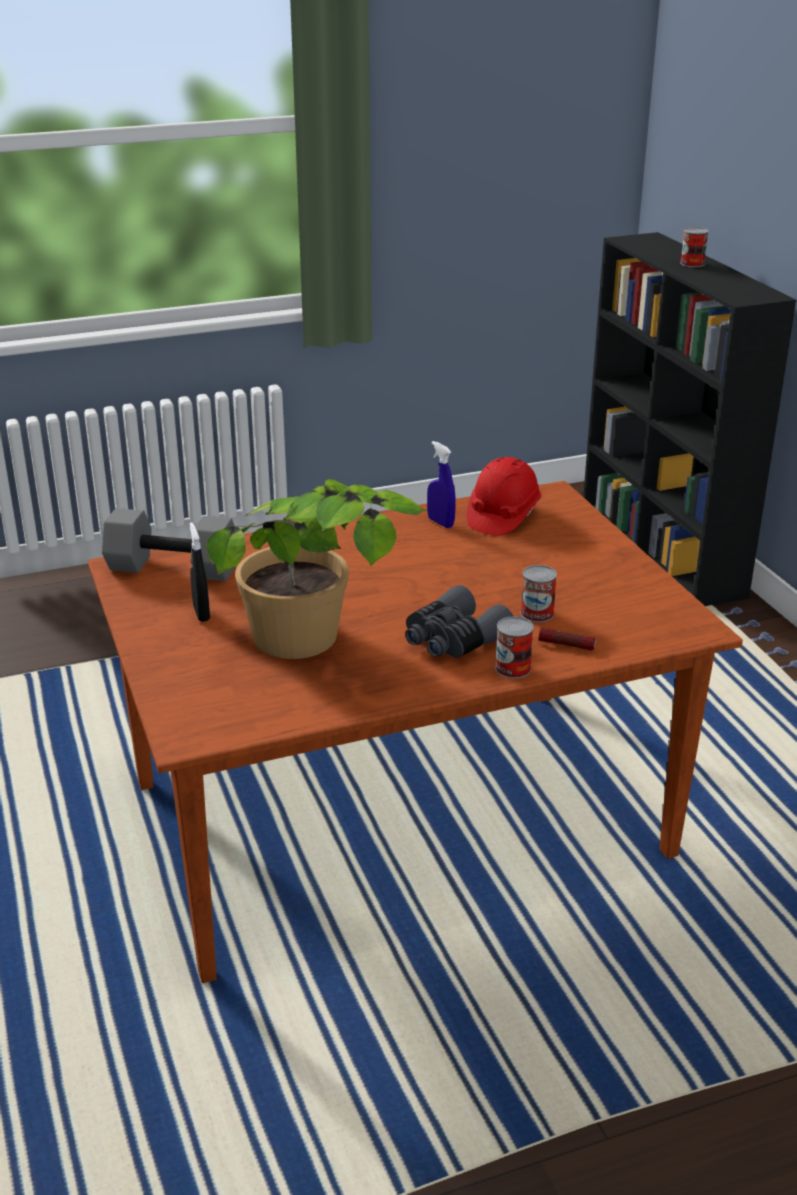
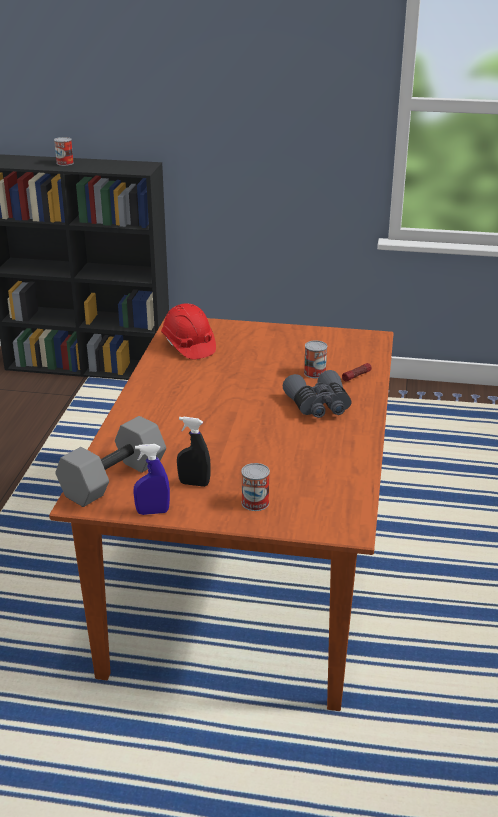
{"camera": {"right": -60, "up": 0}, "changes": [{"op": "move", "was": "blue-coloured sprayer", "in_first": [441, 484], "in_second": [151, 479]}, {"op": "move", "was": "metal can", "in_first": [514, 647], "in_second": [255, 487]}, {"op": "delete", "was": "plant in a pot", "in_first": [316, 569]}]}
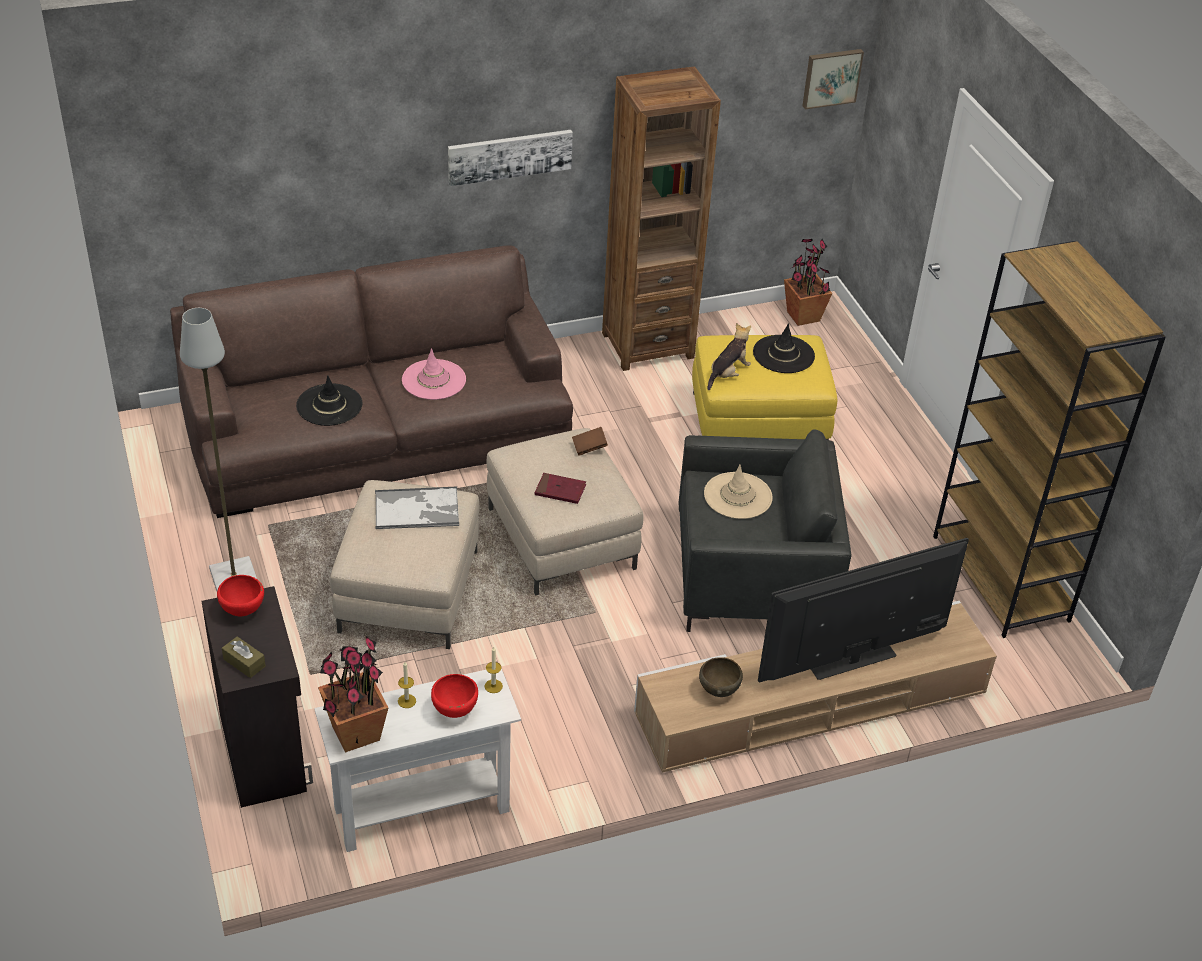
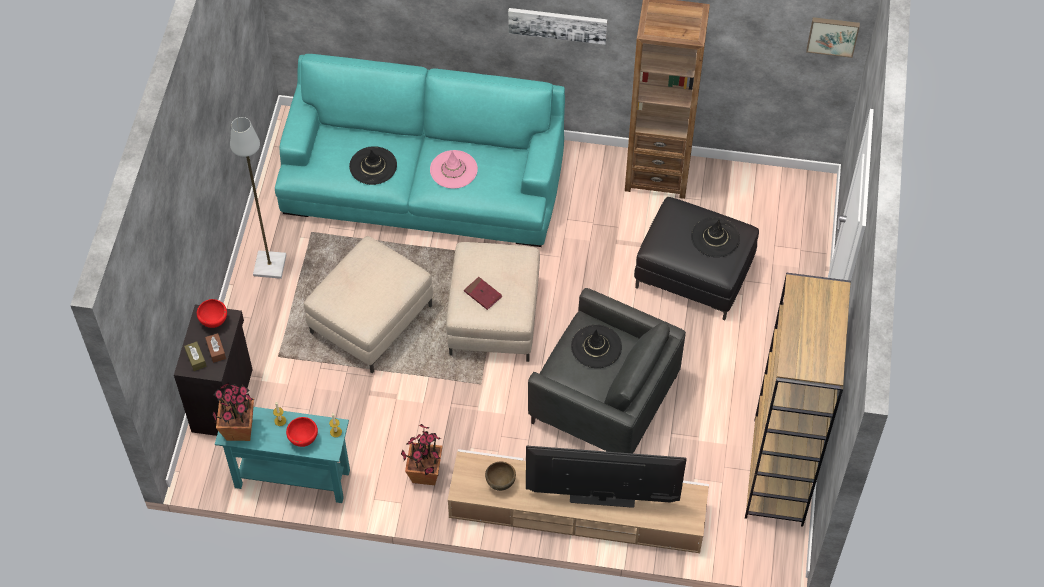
{"camera": {"right": 30, "up": 15}, "changes": [{"op": "insert", "now": "brown-coloured tissue box", "in_second": [215, 348]}, {"op": "recolor", "was": "whitish console table", "now": "turquoise console table", "in_first": [417, 760], "in_second": [282, 455]}, {"op": "recolor", "was": "brown-coloured sofa", "now": "turquoise sofa", "in_first": [371, 381], "in_second": [420, 150]}, {"op": "move", "was": "plant in a pot", "in_first": [808, 282], "in_second": [422, 454]}, {"op": "recolor", "was": "beige clothing hat", "now": "black-coloured clothing hat", "in_first": [738, 492], "in_second": [596, 346]}, {"op": "recolor", "was": "yellow-coloured pouffe", "now": "black-coloured pouffe", "in_first": [764, 387], "in_second": [696, 258]}, {"op": "delete", "was": "tray", "in_first": [417, 507]}, {"op": "delete", "was": "brown-coloured book", "in_first": [590, 441]}, {"op": "delete", "was": "plush toy", "in_first": [729, 356]}]}
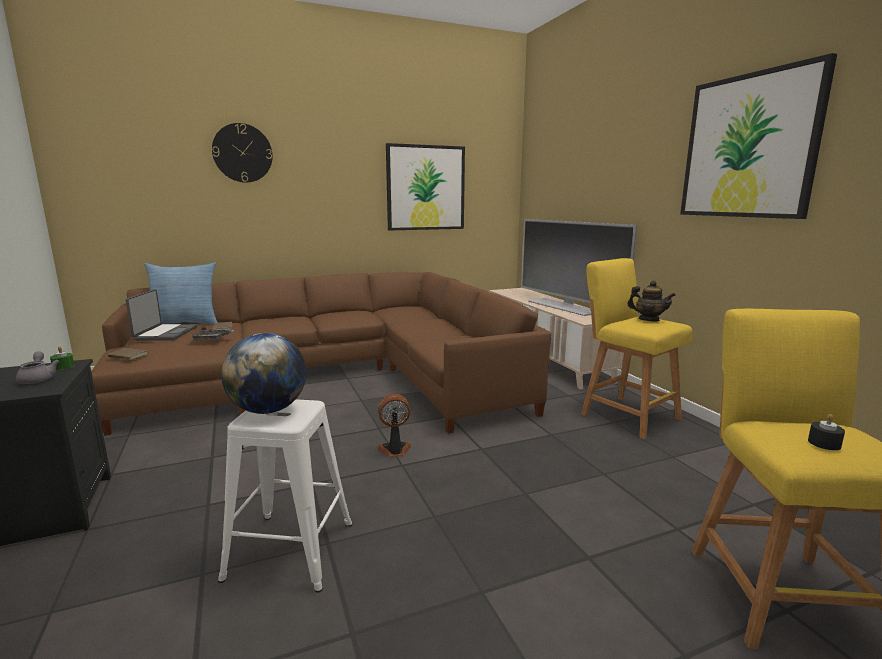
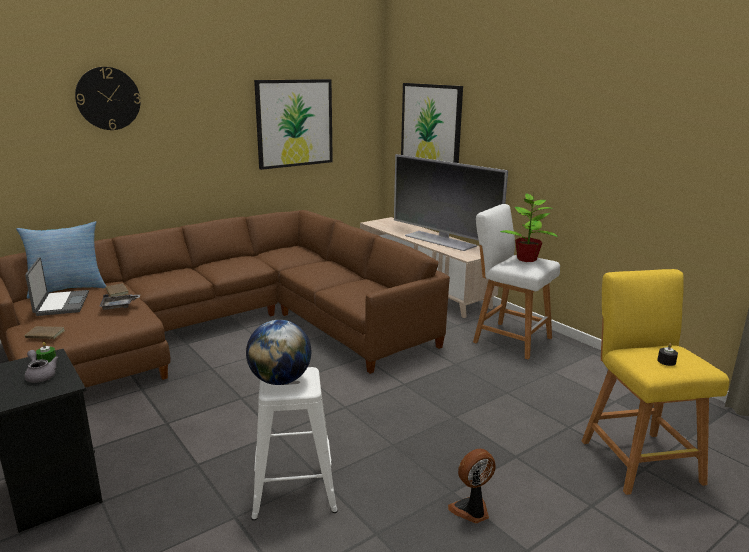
{"camera": {"right": -15, "up": 5}, "changes": [{"op": "move", "was": "wall picture", "in_first": [758, 136], "in_second": [432, 123]}, {"op": "move", "was": "fan", "in_first": [394, 425], "in_second": [471, 486]}, {"op": "recolor", "was": "yellow-coloured stool seat", "now": "whitish stool seat", "in_first": [637, 348], "in_second": [516, 282]}, {"op": "replace", "was": "tea pot", "now": "plant in a pot", "in_first": [651, 300], "in_second": [529, 227]}]}
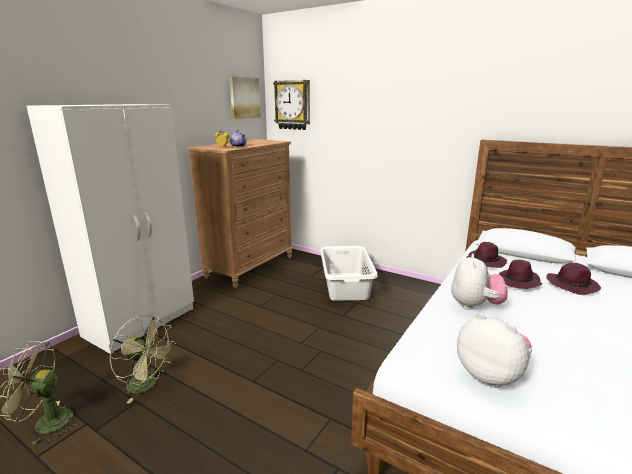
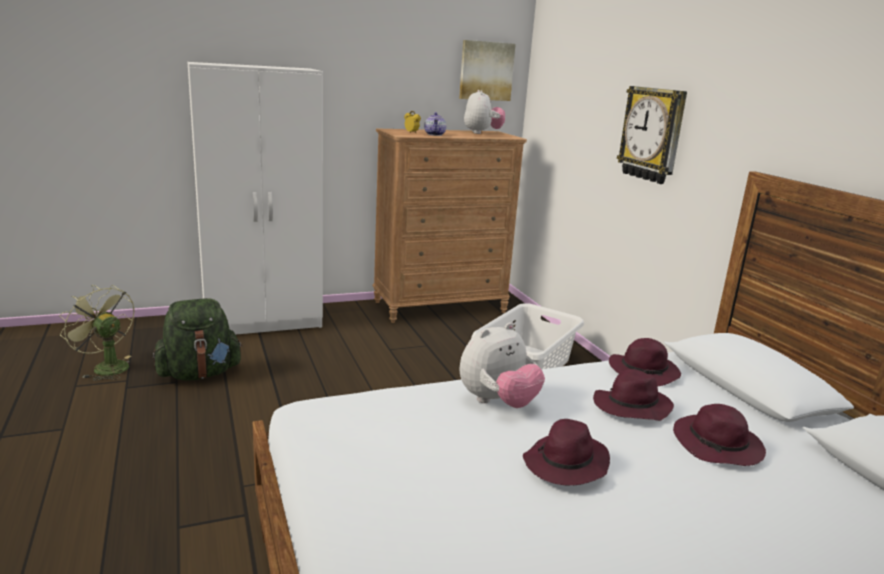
{"camera": {"right": 35, "up": 0}, "changes": [{"op": "replace", "was": "green-coloured fan", "now": "green-coloured rucksack", "in_first": [142, 359], "in_second": [198, 339]}, {"op": "move", "was": "plush toy", "in_first": [494, 350], "in_second": [484, 112]}, {"op": "insert", "now": "purple-coloured clothing hat", "in_second": [566, 452]}, {"op": "move", "was": "hanging clock", "in_first": [291, 105], "in_second": [652, 135]}]}
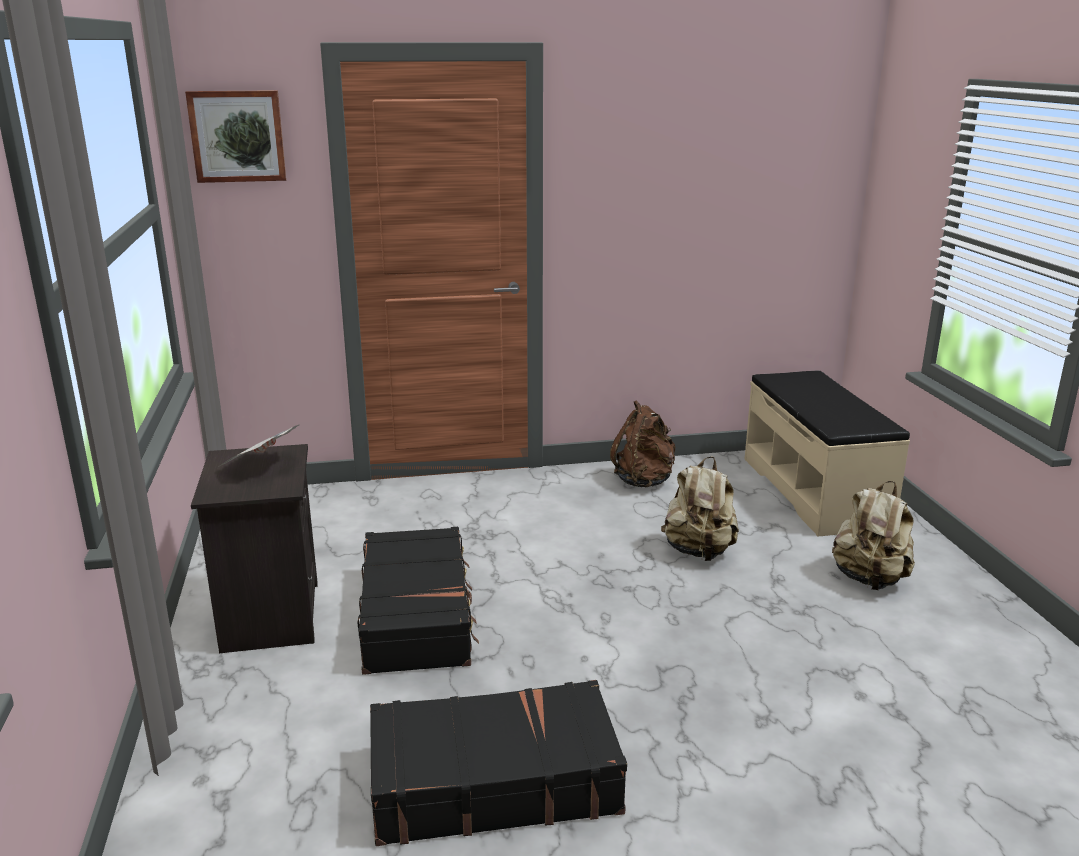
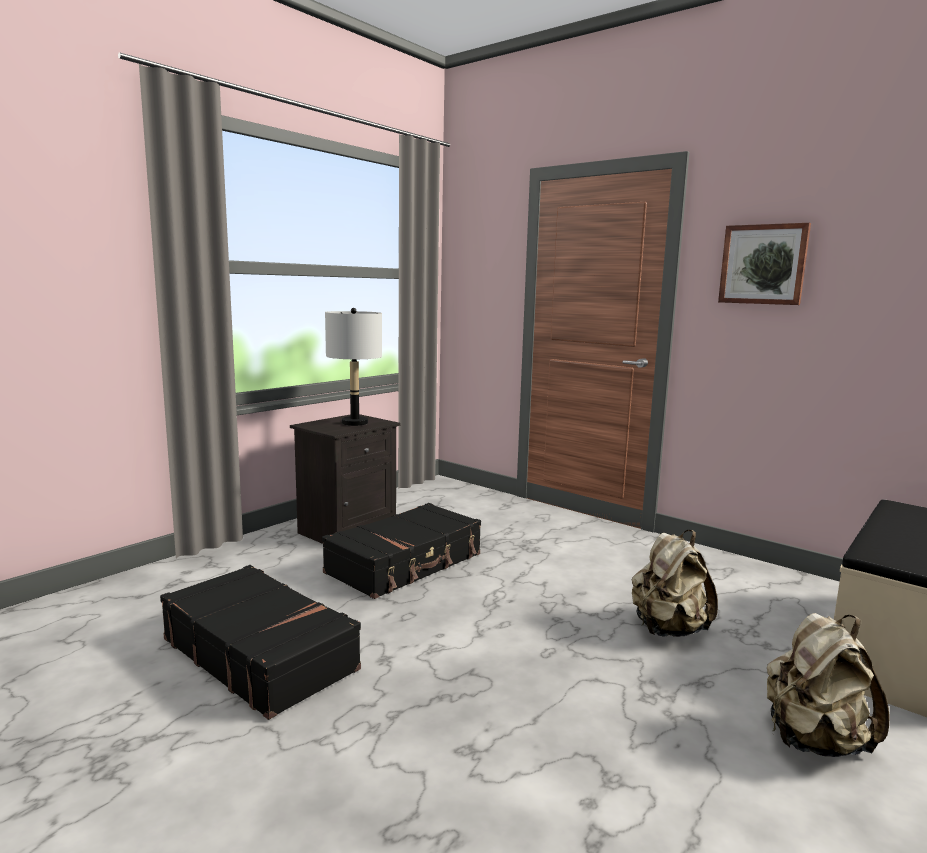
{"camera": {"right": 50, "up": -10}, "changes": [{"op": "replace", "was": "daily paper", "now": "grey lamp for a table", "in_first": [258, 446], "in_second": [353, 367]}, {"op": "move", "was": "wall picture", "in_first": [235, 136], "in_second": [764, 264]}, {"op": "delete", "was": "brown-coloured rucksack", "in_first": [642, 443]}]}
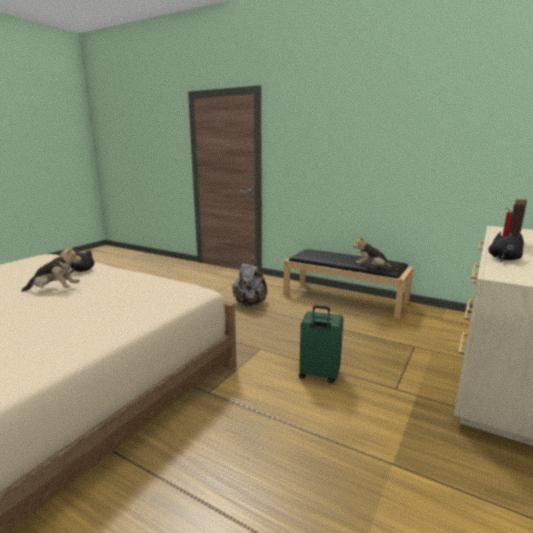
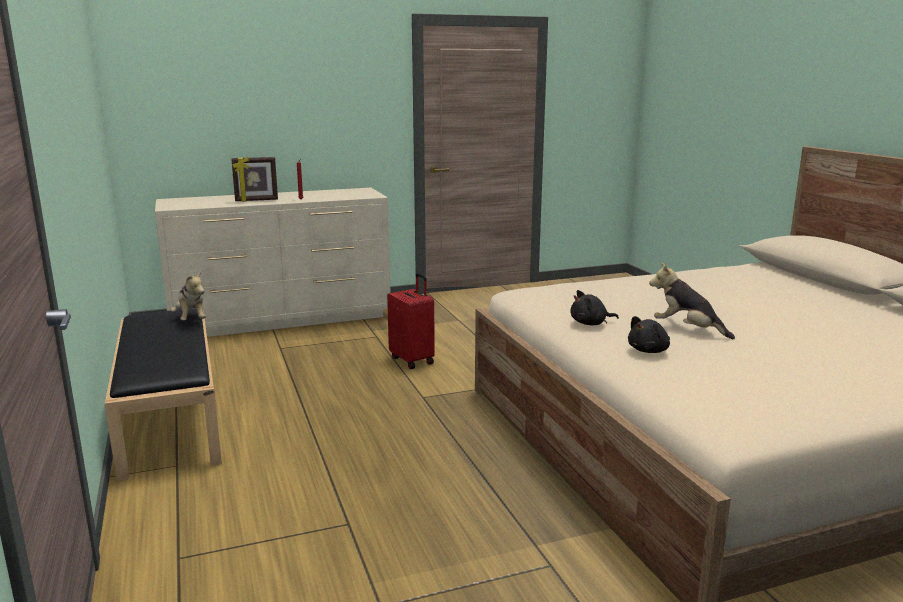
{"camera": {"right": -140, "up": 0}, "changes": [{"op": "recolor", "was": "green-coloured travel case", "now": "red travel case", "in_first": [321, 344], "in_second": [411, 321]}, {"op": "move", "was": "black-coloured plush toy", "in_first": [506, 247], "in_second": [594, 307]}, {"op": "delete", "was": "grey rucksack", "in_first": [249, 283]}]}
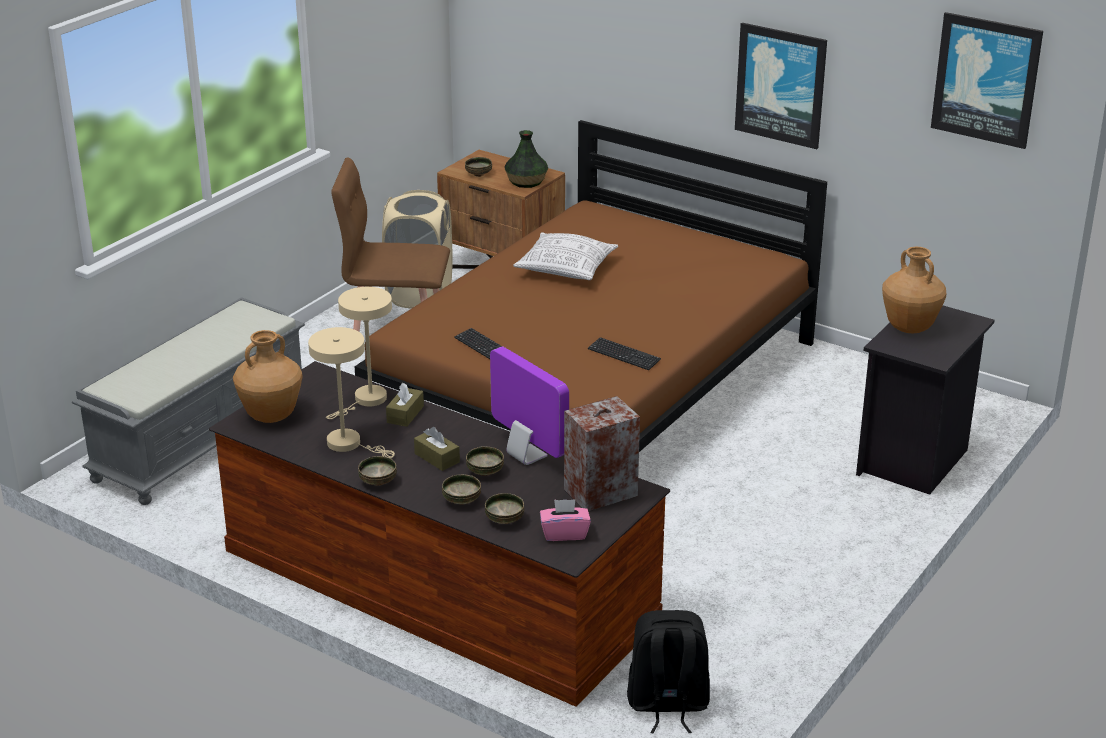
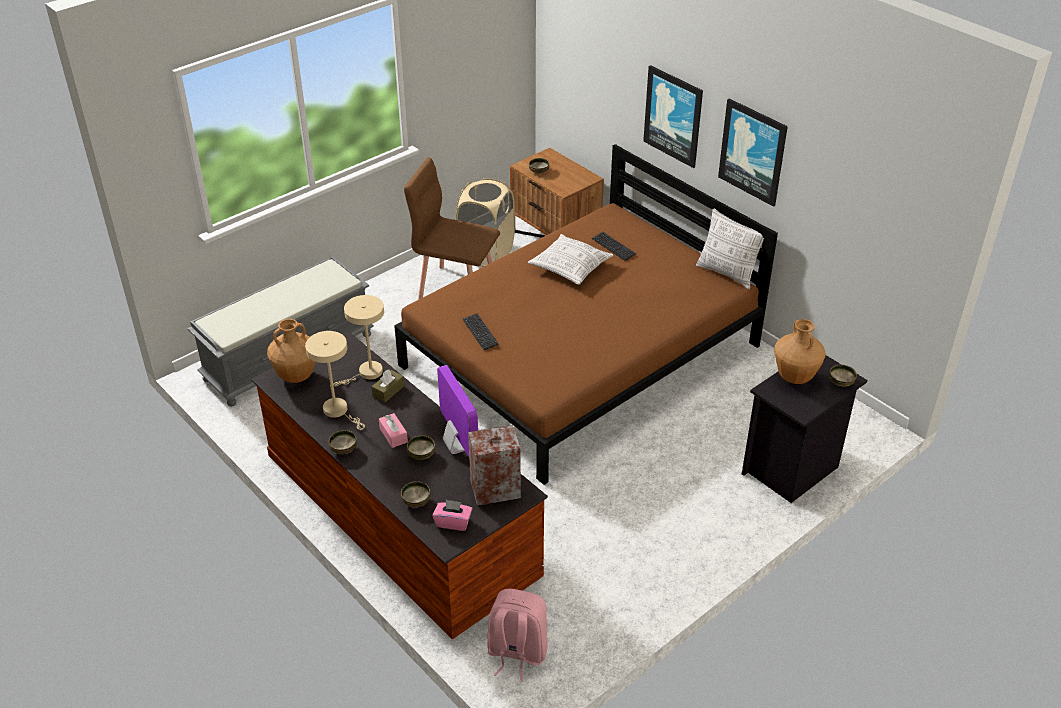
{"camera": {"right": 15, "up": 10}, "changes": [{"op": "recolor", "was": "brown-coloured tissue box", "now": "pink-coloured tissue box", "in_first": [437, 449], "in_second": [393, 430]}, {"op": "recolor", "was": "black-coloured rucksack", "now": "pink-coloured rucksack", "in_first": [668, 672], "in_second": [517, 635]}, {"op": "move", "was": "computer keyboard", "in_first": [624, 353], "in_second": [614, 246]}, {"op": "move", "was": "wall picture", "in_first": [987, 80], "in_second": [673, 116]}, {"op": "insert", "now": "pillow", "in_second": [730, 248]}, {"op": "move", "was": "serving bowl", "in_first": [461, 489], "in_second": [843, 376]}, {"op": "delete", "was": "decorative vase", "in_first": [526, 159]}]}
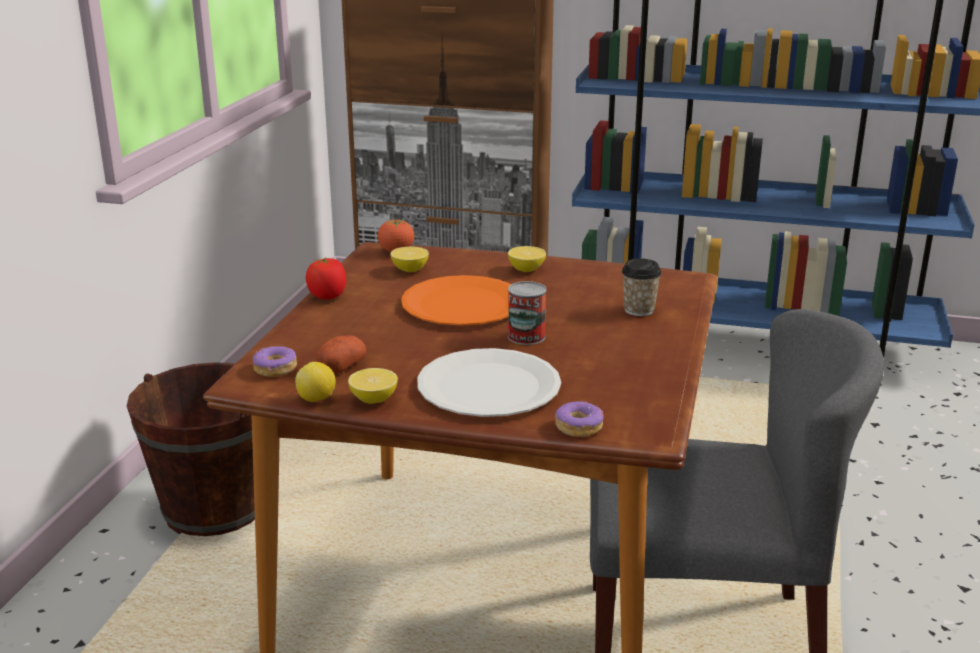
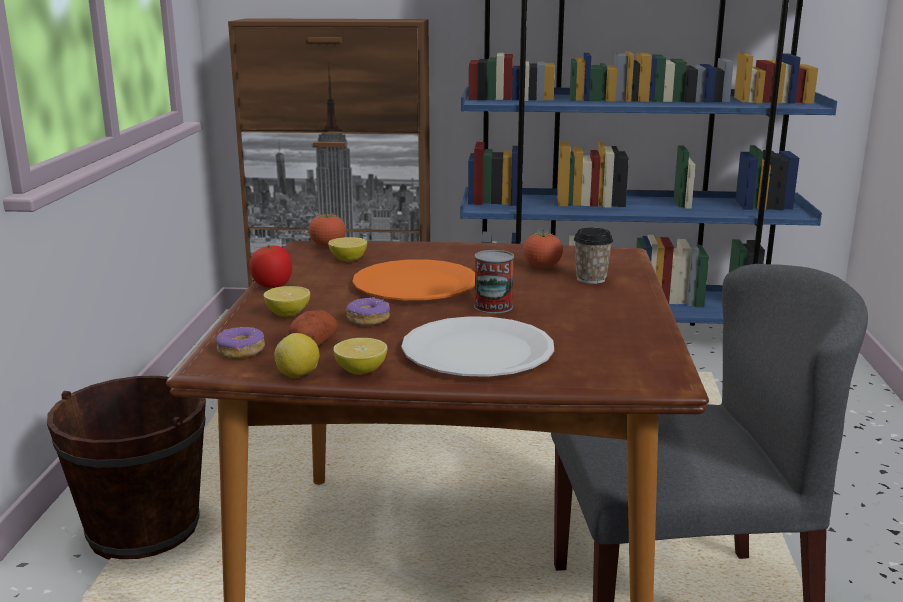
{"camera": {"right": -10, "up": -5}, "changes": [{"op": "move", "was": "whole lemon", "in_first": [527, 259], "in_second": [287, 301]}, {"op": "move", "was": "doughnut", "in_first": [579, 419], "in_second": [368, 311]}, {"op": "insert", "now": "whole tomato", "in_second": [543, 249]}]}
